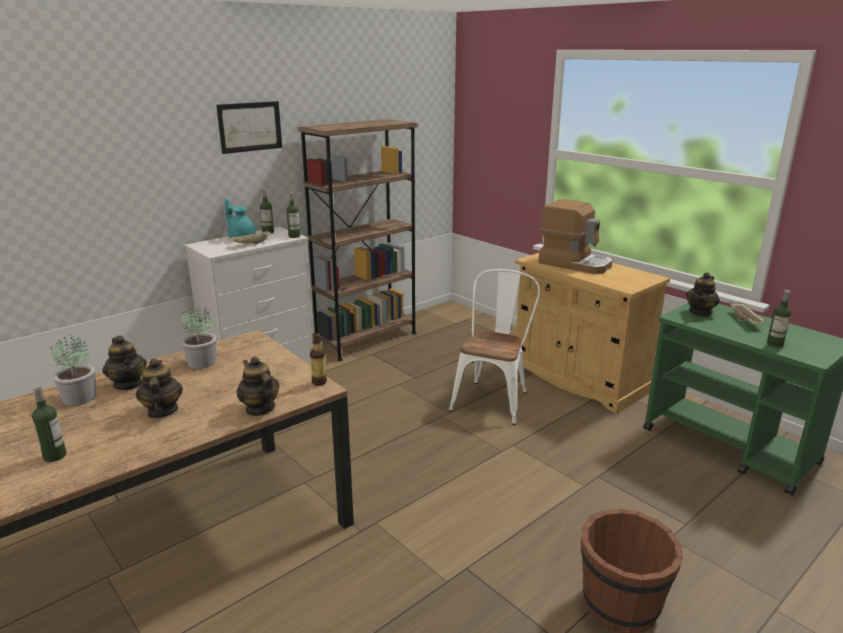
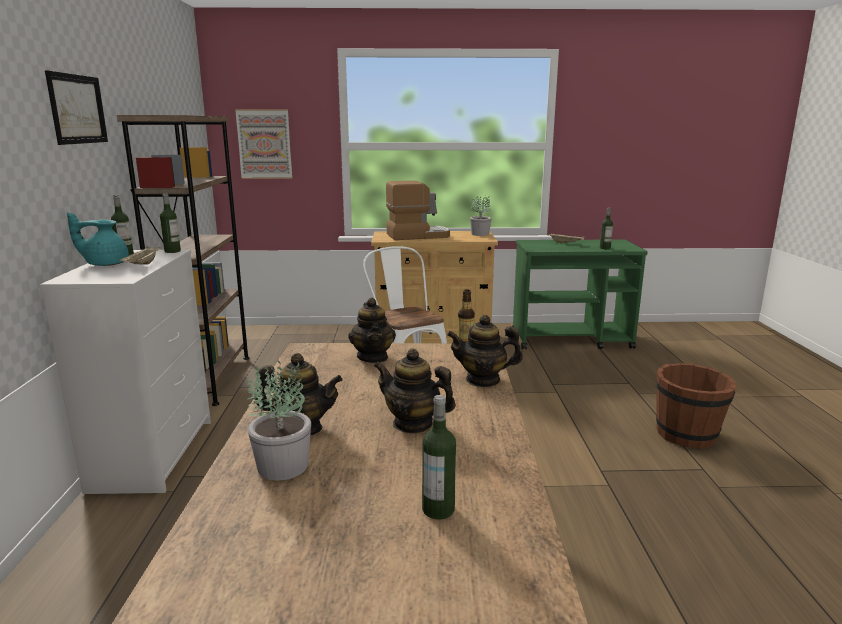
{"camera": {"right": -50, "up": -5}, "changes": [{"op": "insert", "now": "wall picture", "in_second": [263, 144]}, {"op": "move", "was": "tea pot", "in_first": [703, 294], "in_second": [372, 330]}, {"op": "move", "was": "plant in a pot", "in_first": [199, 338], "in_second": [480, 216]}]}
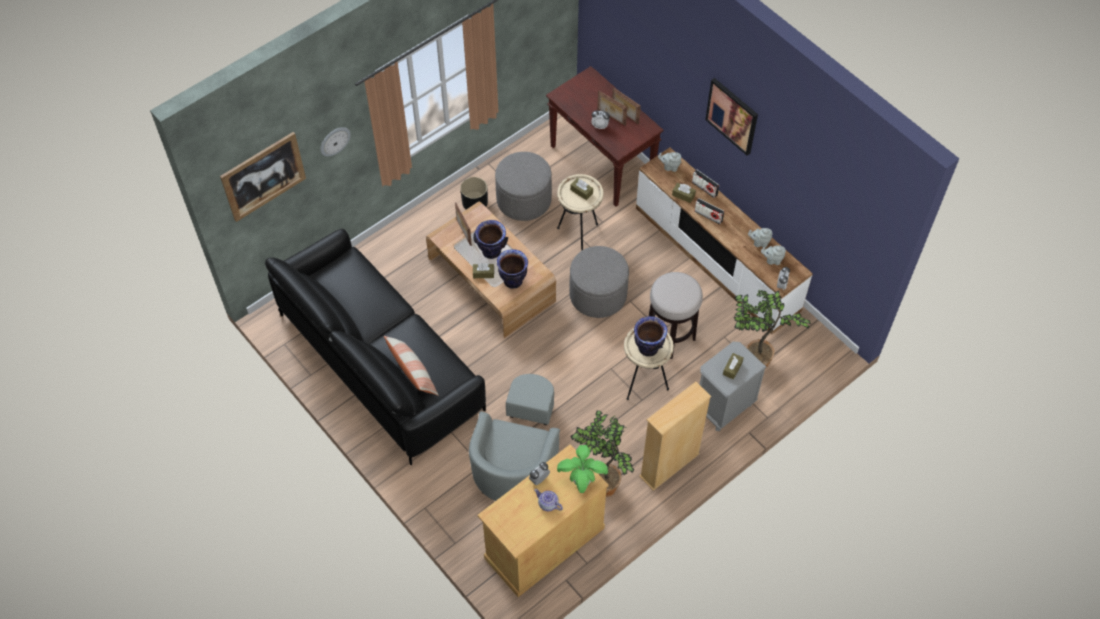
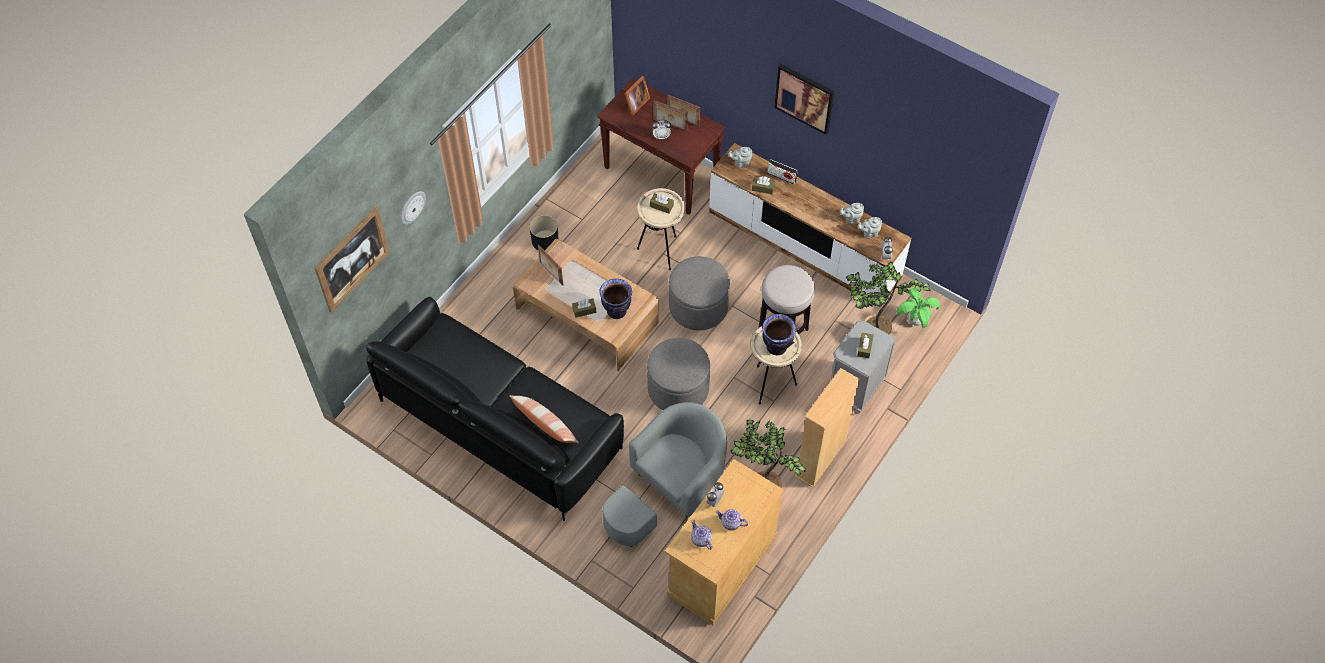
{"camera": {"right": -15, "up": 0}, "changes": [{"op": "rotate", "was": "grey easy chair", "in_first": [514, 437], "in_second": [664, 474], "clockwise": -135}, {"op": "insert", "now": "photo frame", "in_second": [636, 96]}, {"op": "move", "was": "grey pouffe", "in_first": [523, 186], "in_second": [678, 374]}, {"op": "insert", "now": "tea pot", "in_second": [701, 535]}, {"op": "move", "was": "plant in a pot", "in_first": [582, 469], "in_second": [918, 308]}, {"op": "delete", "was": "decorative vase", "in_first": [490, 239]}, {"op": "delete", "was": "radio", "in_first": [709, 211]}]}
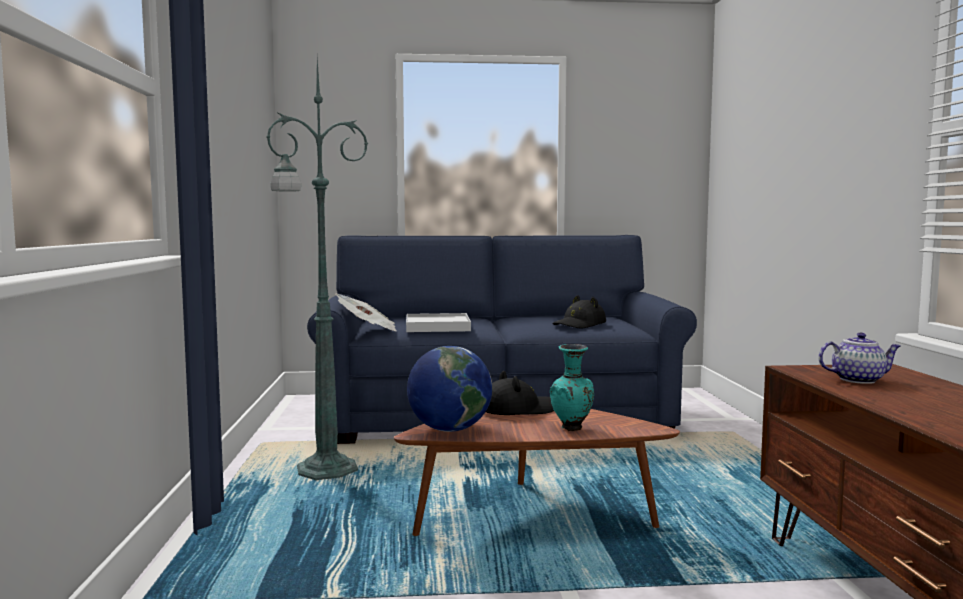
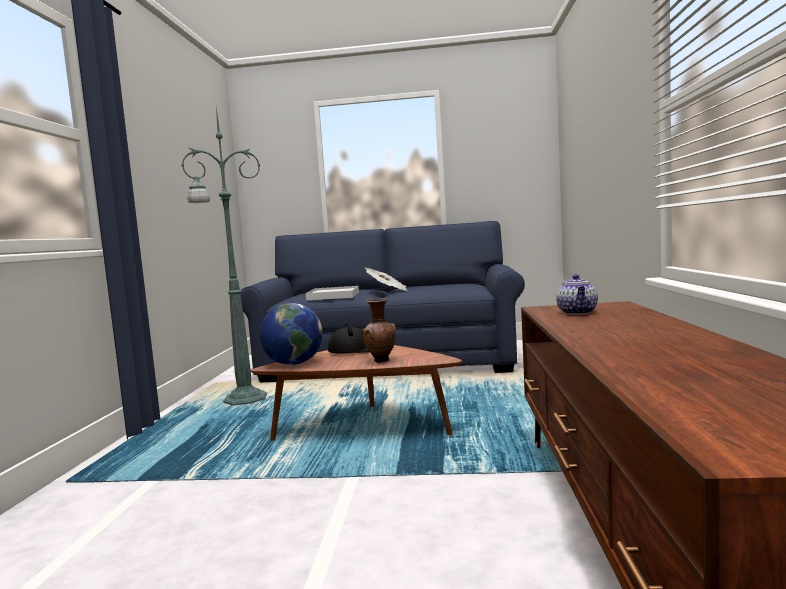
{"camera": {"right": 10, "up": 0}, "changes": [{"op": "recolor", "was": "turquoise decorative vase", "now": "brown-coloured decorative vase", "in_first": [572, 387], "in_second": [378, 330]}, {"op": "move", "was": "daily paper", "in_first": [366, 312], "in_second": [385, 279]}, {"op": "rotate", "was": "tea pot", "in_first": [859, 358], "in_second": [577, 294], "clockwise": 90}, {"op": "delete", "was": "black-coloured clothing hat", "in_first": [579, 311]}]}
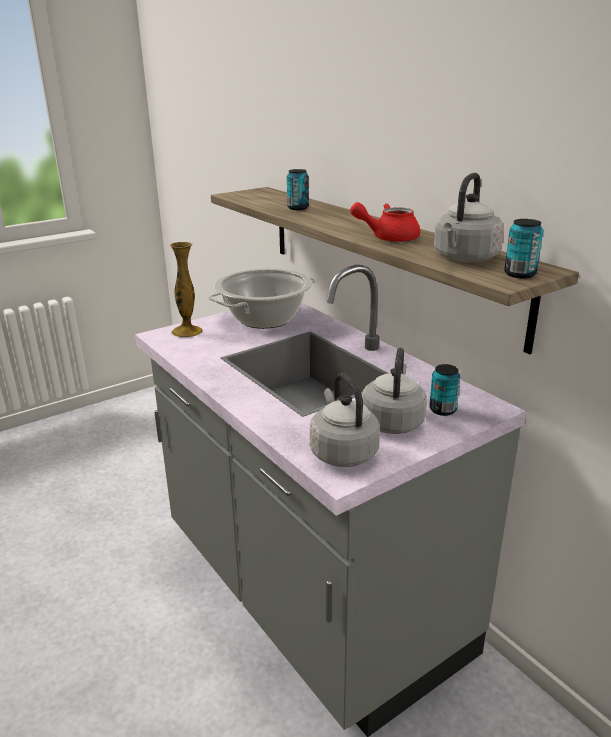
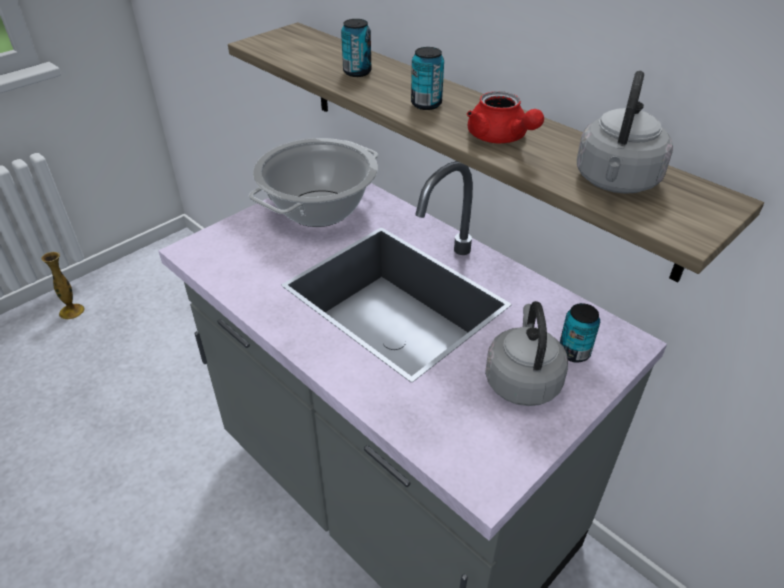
{"camera": {"right": -10, "up": 15}, "changes": [{"op": "move", "was": "decorative vase", "in_first": [186, 289], "in_second": [63, 286]}, {"op": "move", "was": "metal can", "in_first": [523, 248], "in_second": [427, 78]}, {"op": "rotate", "was": "red tea pot", "in_first": [385, 222], "in_second": [505, 117], "clockwise": -105}, {"op": "delete", "was": "grey kettle", "in_first": [345, 420]}]}
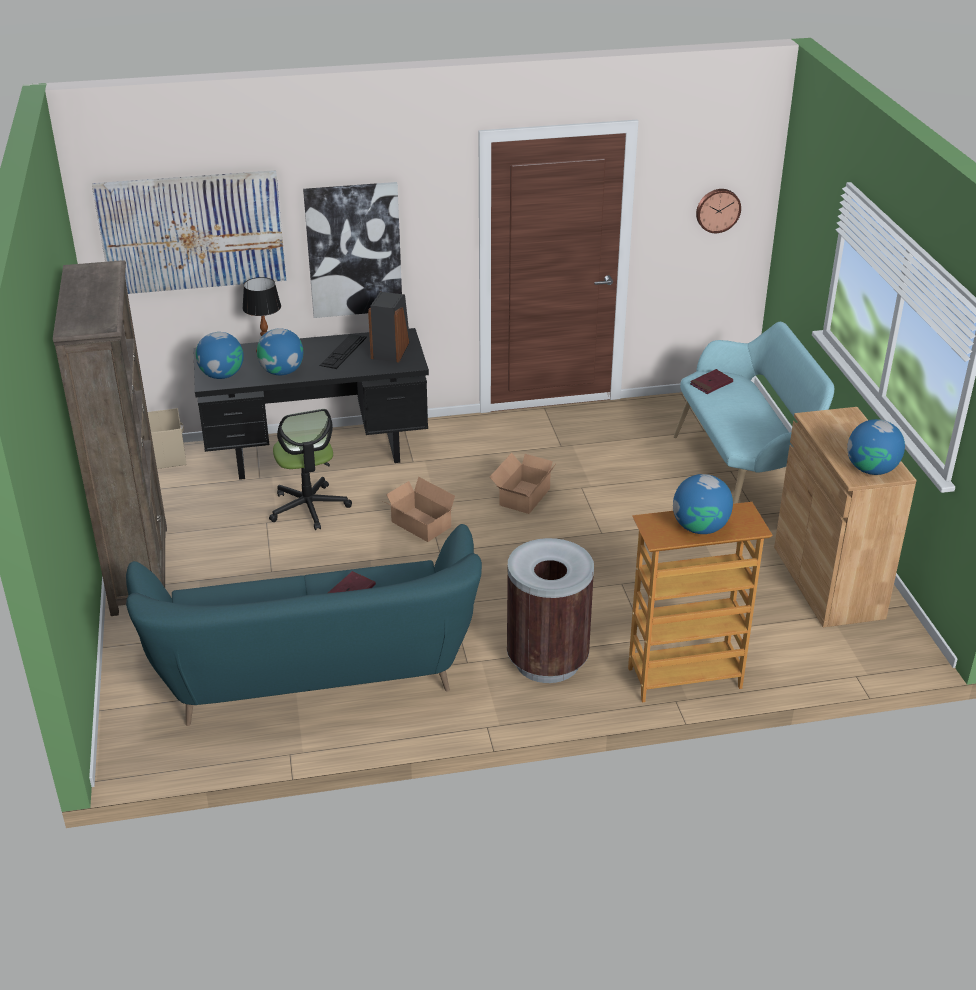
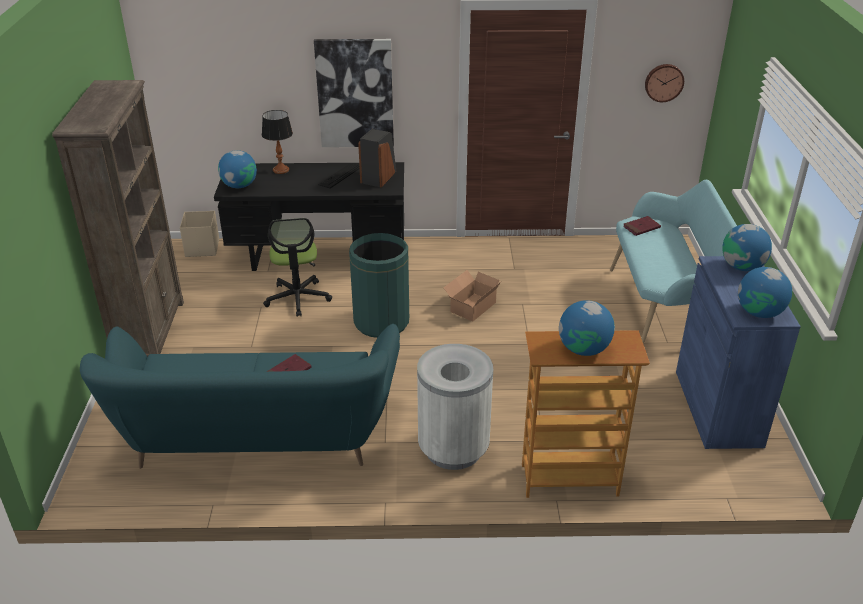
{"camera": {"right": 10, "up": 0}, "changes": [{"op": "replace", "was": "packing box", "now": "green-coloured rubbish bin", "in_first": [419, 509], "in_second": [379, 285]}, {"op": "recolor", "was": "brown-coloured rubbish bin", "now": "whitish rubbish bin", "in_first": [550, 610], "in_second": [455, 407]}, {"op": "recolor", "was": "brown-coloured cabinet", "now": "blue-coloured cabinet", "in_first": [845, 517], "in_second": [738, 352]}, {"op": "move", "was": "desk globe", "in_first": [280, 351], "in_second": [747, 247]}, {"op": "delete", "was": "wall picture", "in_first": [189, 232]}]}
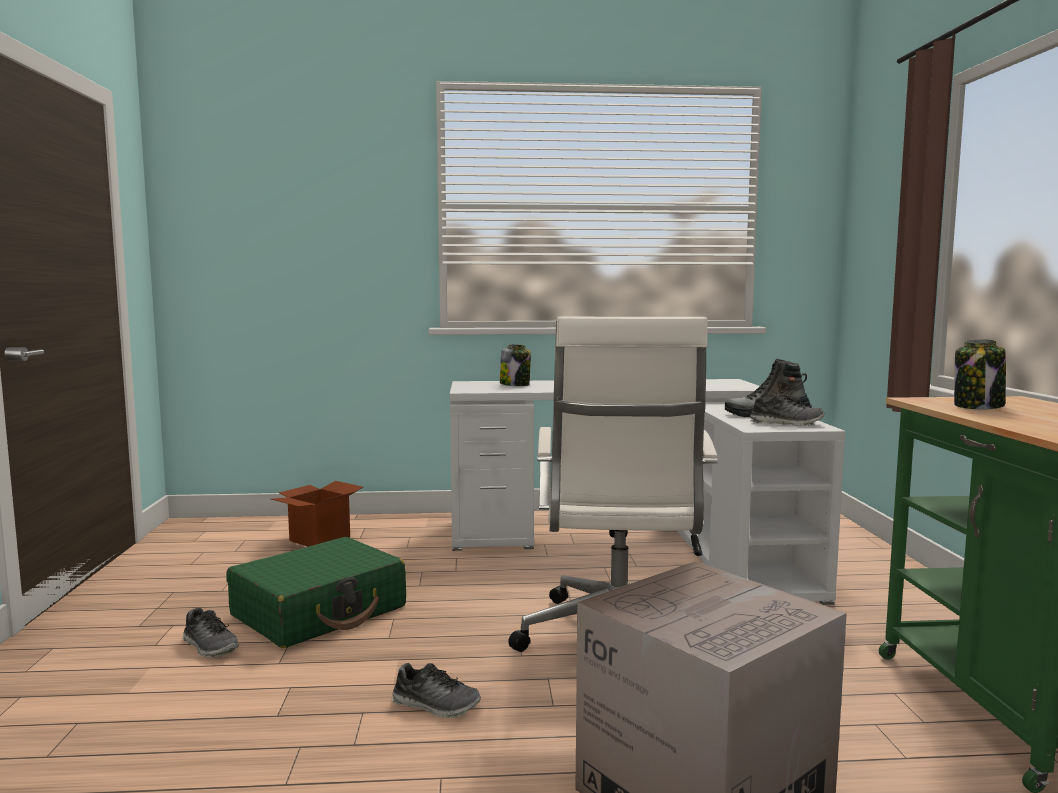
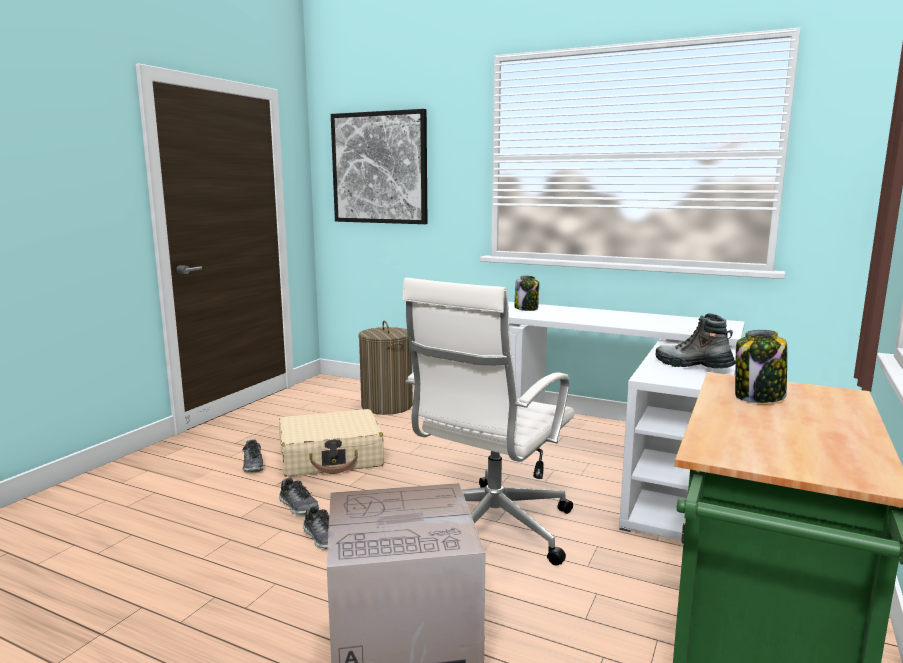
{"camera": {"right": 30, "up": 5}, "changes": [{"op": "recolor", "was": "green-coloured travel case", "now": "beige travel case", "in_first": [316, 592], "in_second": [331, 443]}, {"op": "move", "was": "shoe", "in_first": [787, 409], "in_second": [299, 497]}, {"op": "insert", "now": "wall picture", "in_second": [379, 166]}, {"op": "replace", "was": "packing box", "now": "laundry basket", "in_first": [317, 514], "in_second": [386, 367]}]}
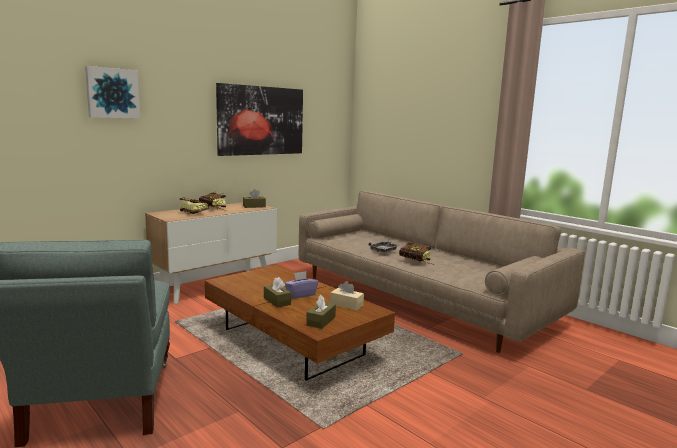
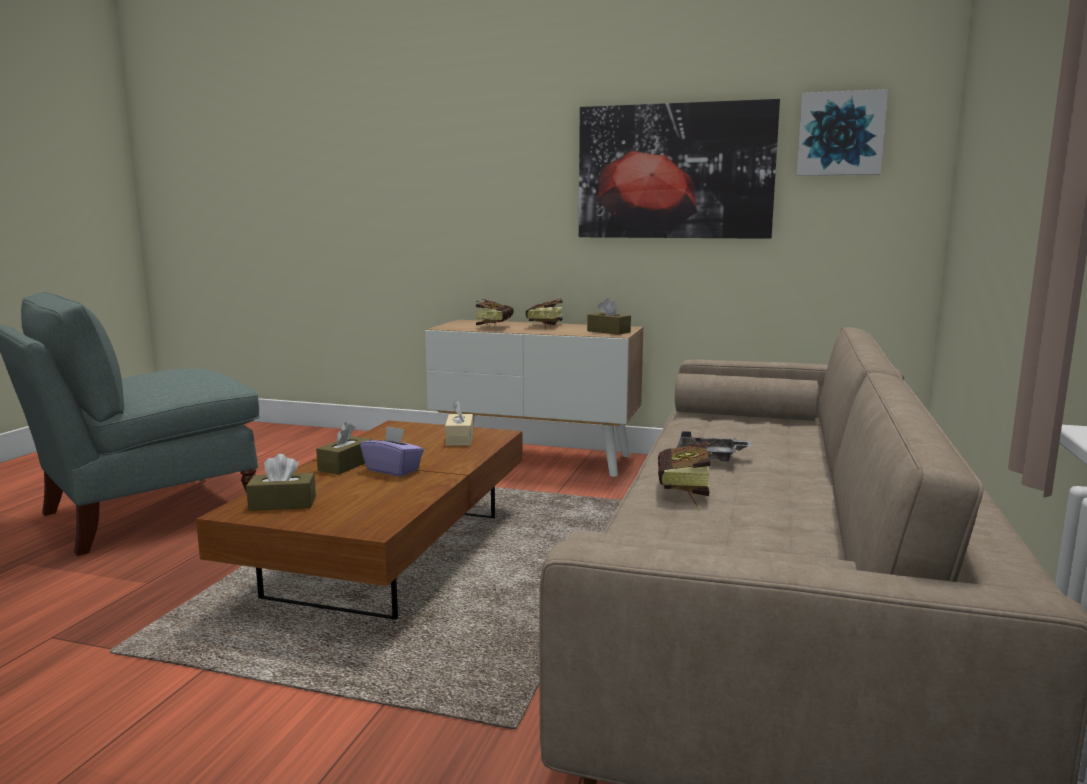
{"camera": {"right": 60, "up": 0}, "changes": [{"op": "move", "was": "beige tissue box", "in_first": [347, 296], "in_second": [459, 423]}, {"op": "move", "was": "wall picture", "in_first": [112, 92], "in_second": [842, 132]}]}
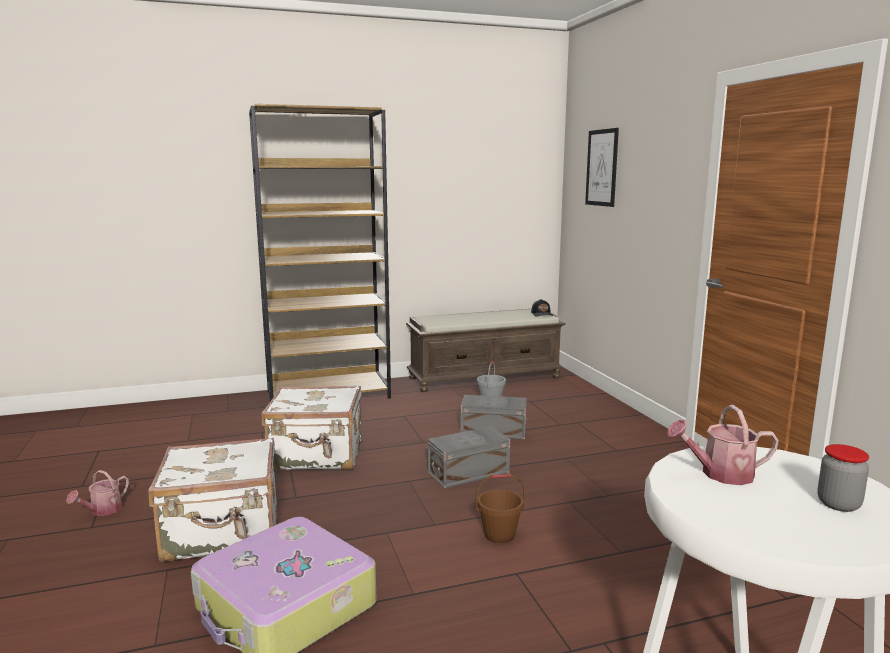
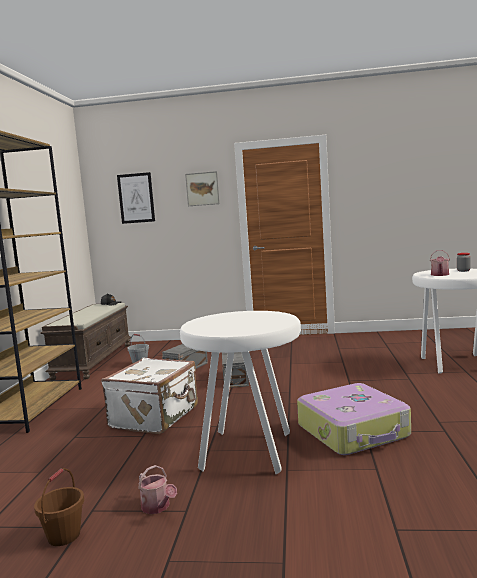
{"camera": {"right": -65, "up": -5}, "changes": [{"op": "move", "was": "brown-coloured pail", "in_first": [500, 508], "in_second": [59, 507]}, {"op": "replace", "was": "whitish travel case", "now": "whitish stool seat", "in_first": [212, 499], "in_second": [240, 392]}, {"op": "insert", "now": "wall picture", "in_second": [202, 188]}]}
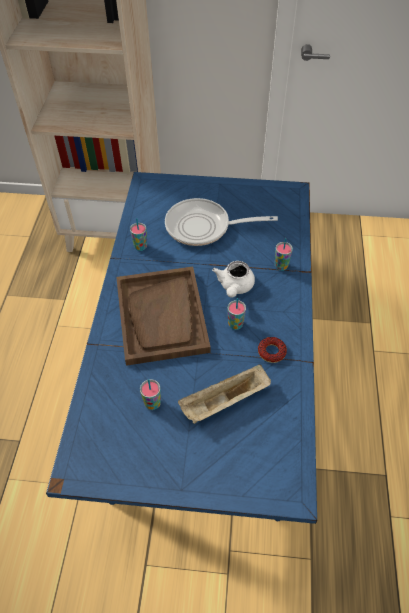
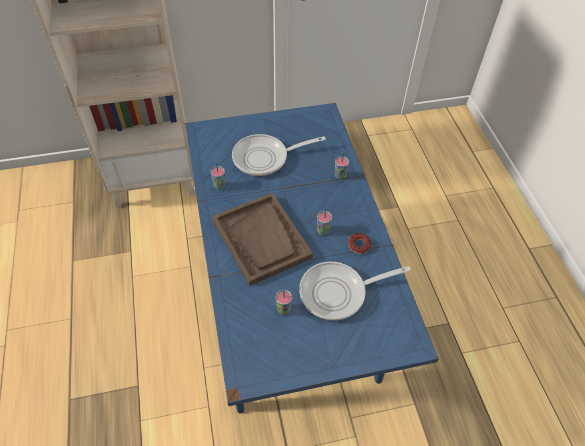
{"camera": {"right": -20, "up": 0}, "changes": [{"op": "replace", "was": "beige tray", "now": "pan", "in_first": [224, 394], "in_second": [355, 291]}, {"op": "delete", "was": "whitish tea pot", "in_first": [233, 279]}]}
